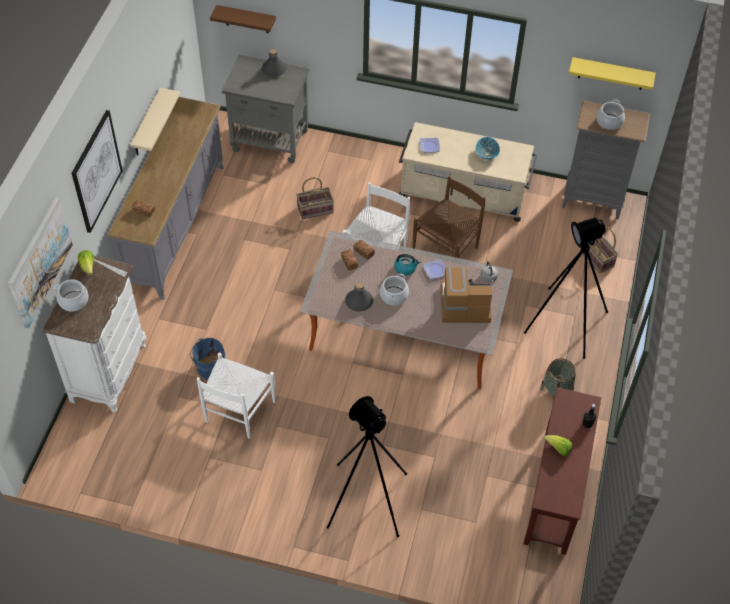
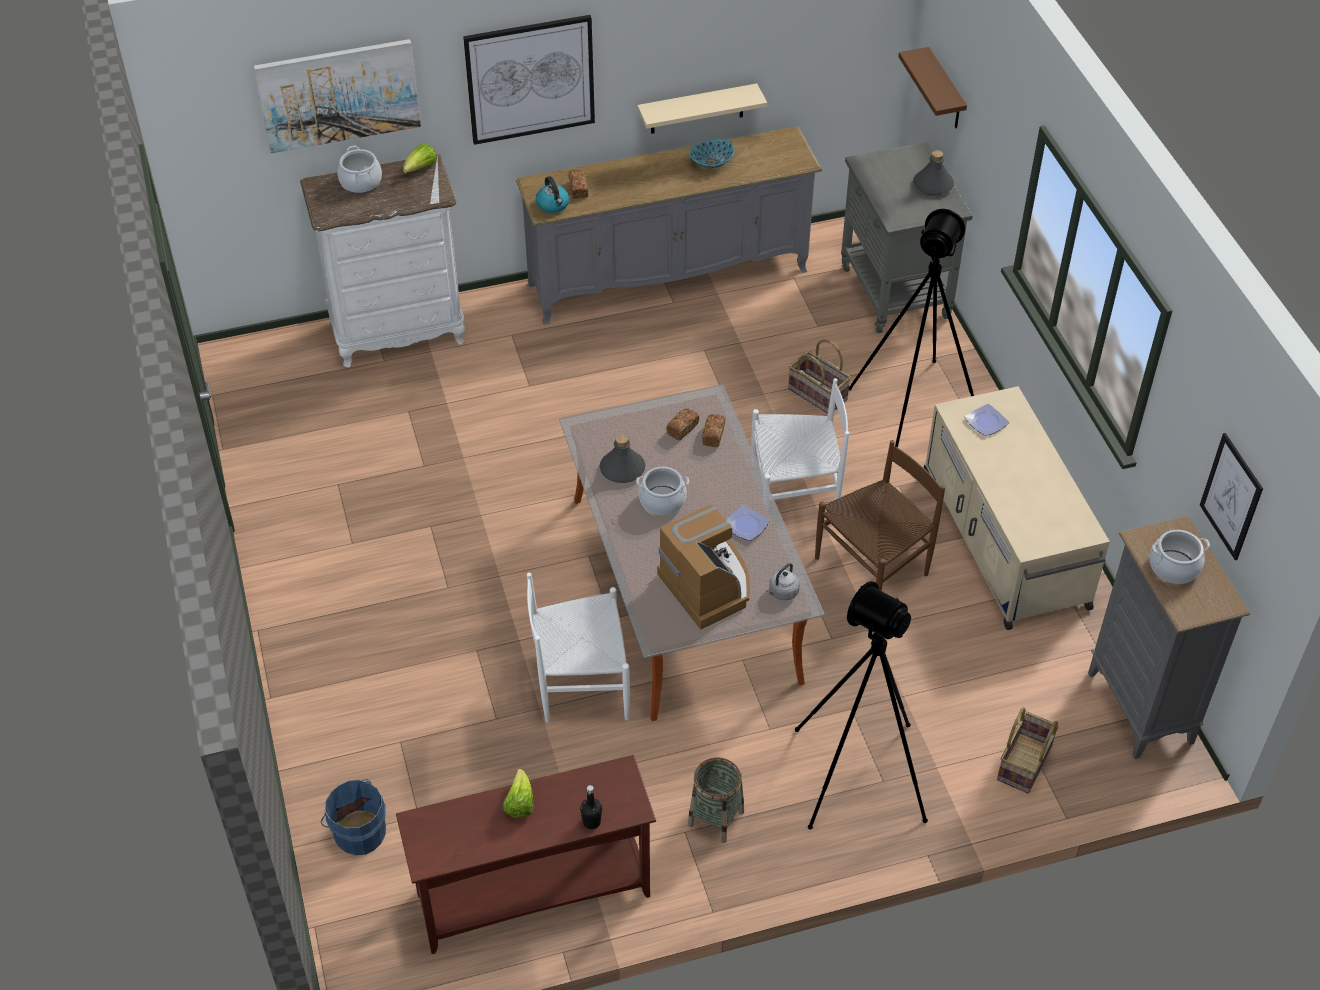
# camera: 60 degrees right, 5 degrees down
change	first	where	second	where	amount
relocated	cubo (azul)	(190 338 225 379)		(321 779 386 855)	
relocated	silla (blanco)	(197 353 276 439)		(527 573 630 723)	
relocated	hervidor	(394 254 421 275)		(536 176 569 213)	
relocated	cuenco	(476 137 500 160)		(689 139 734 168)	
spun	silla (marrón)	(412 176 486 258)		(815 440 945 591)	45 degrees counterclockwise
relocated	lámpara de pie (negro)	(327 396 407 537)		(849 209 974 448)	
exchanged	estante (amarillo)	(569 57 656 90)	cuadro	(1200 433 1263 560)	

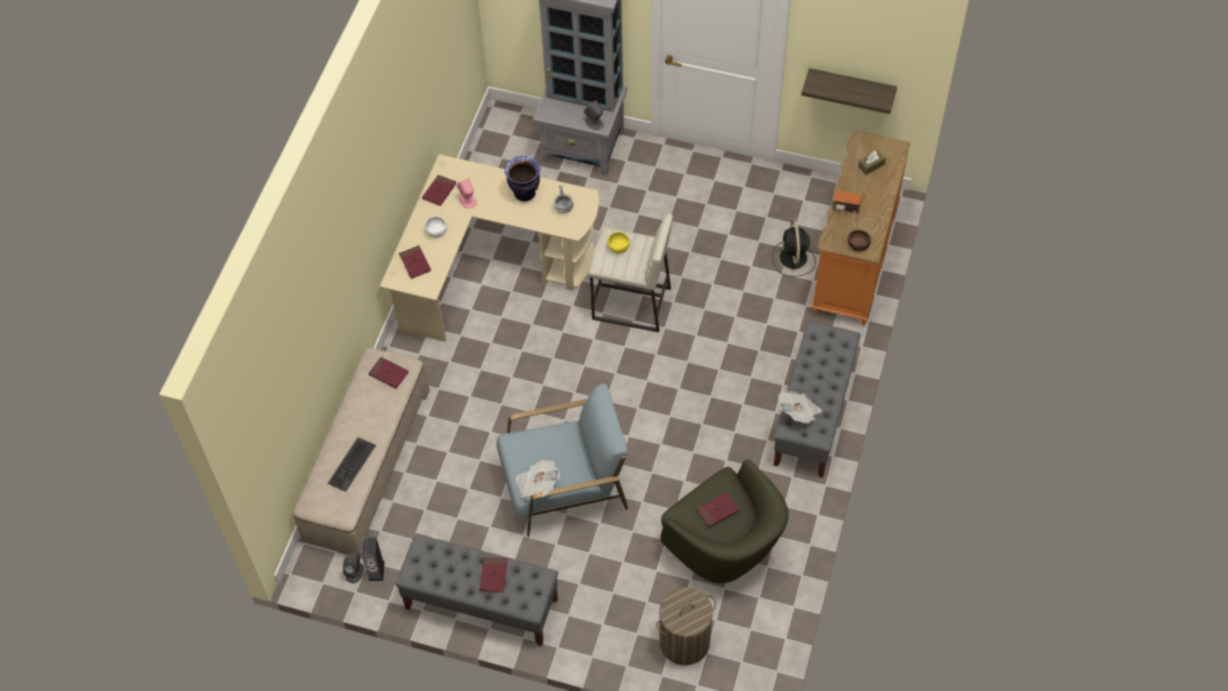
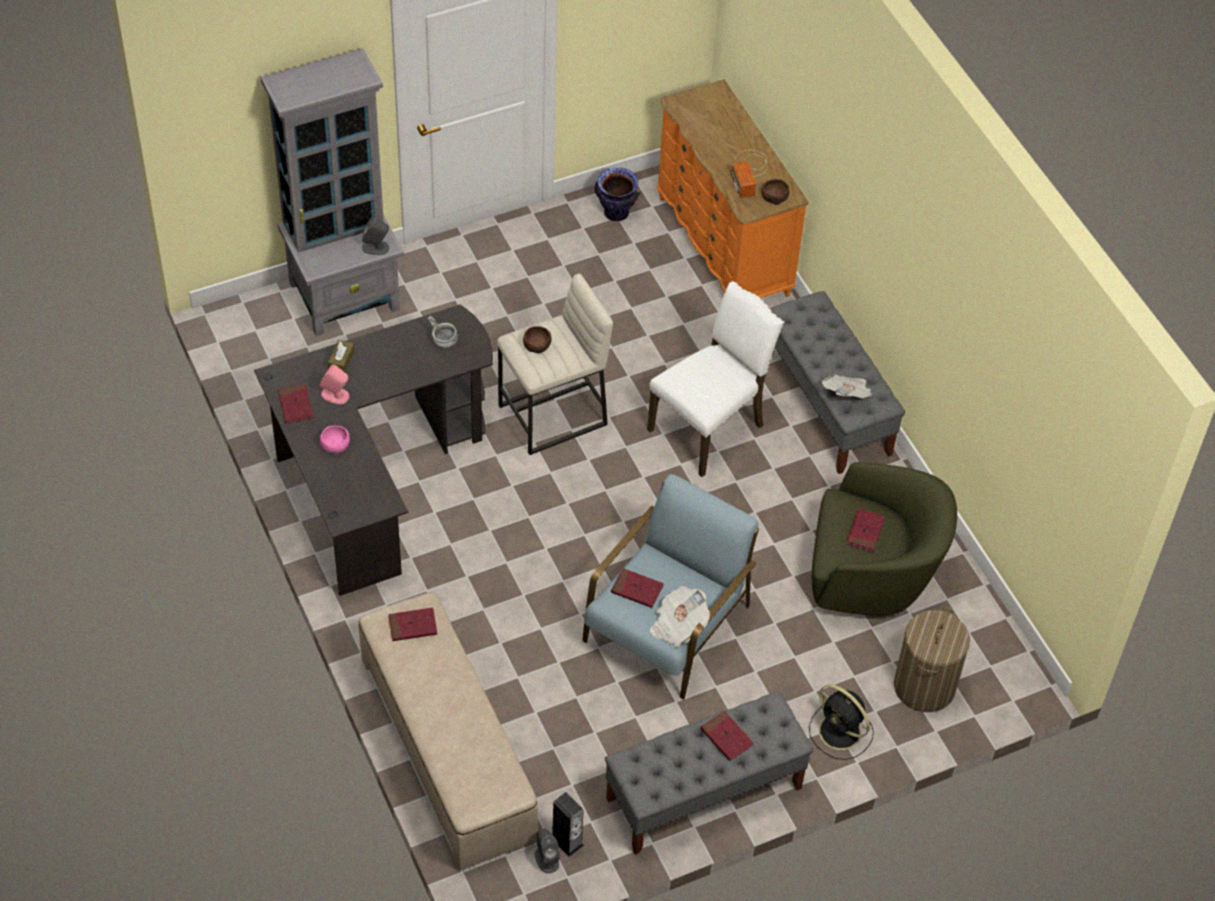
# camera: 45 degrees left, 5 degrees down
change	first	where	second	where	amount
colour	escritorio (beis)	(380 154 599 342)	escritorio (negro)	(254 305 493 596)	
colour	cuenco (blanco)	(425 216 447 238)	cuenco (rosa)	(320 426 350 454)	
relocated	caja de pañuelos (marrón)	(858 150 886 175)		(328 340 354 372)	
colour	cuenco (amarillo)	(607 232 630 253)	cuenco (marrón)	(523 326 552 353)	
relocated	florero	(505 156 540 202)		(595 168 640 221)	
relocated	libro (rojo)	(399 245 431 279)		(611 568 664 608)	
appeared			silla (blanco)	(647 281 784 477)	
spun	radio	(832 190 884 234)		(730 150 767 198)	75 degrees counterclockwise
relocated	ventilador (negro)	(772 219 816 277)		(809 684 874 760)	
missing	teclado	(328 437 376 492)			
missing	estante	(801 68 897 114)			

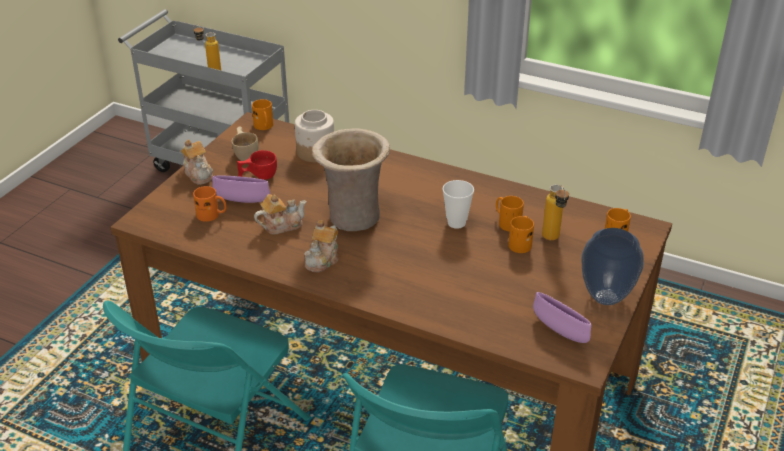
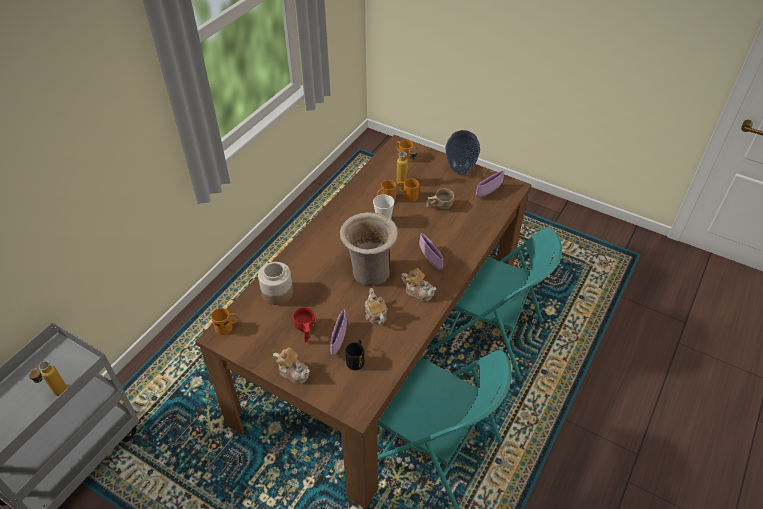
# camera: 85 degrees left, 10 degrees up
change	first	where	second	where	amount
spun	tetera	(181 139 213 185)		(273 348 310 384)	60 degrees clockwise
colour	taza grande (naranja)	(193 186 227 222)	taza grande (negro)	(345 340 365 370)	
appeared			cuenco (morado)	(419 233 443 270)	
relocated	taza (beis)	(231 126 259 161)		(426 189 454 209)	

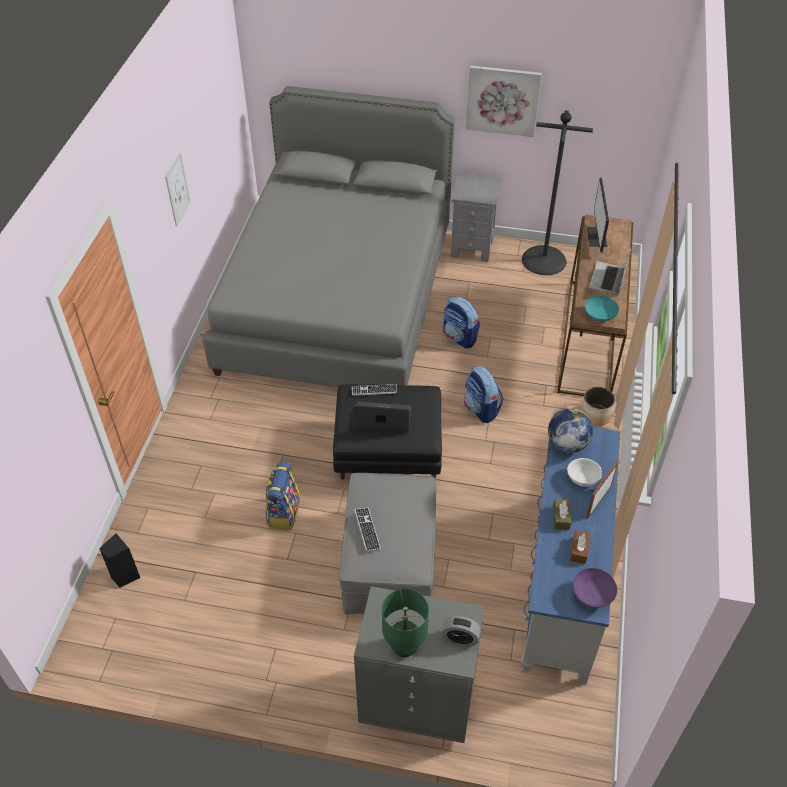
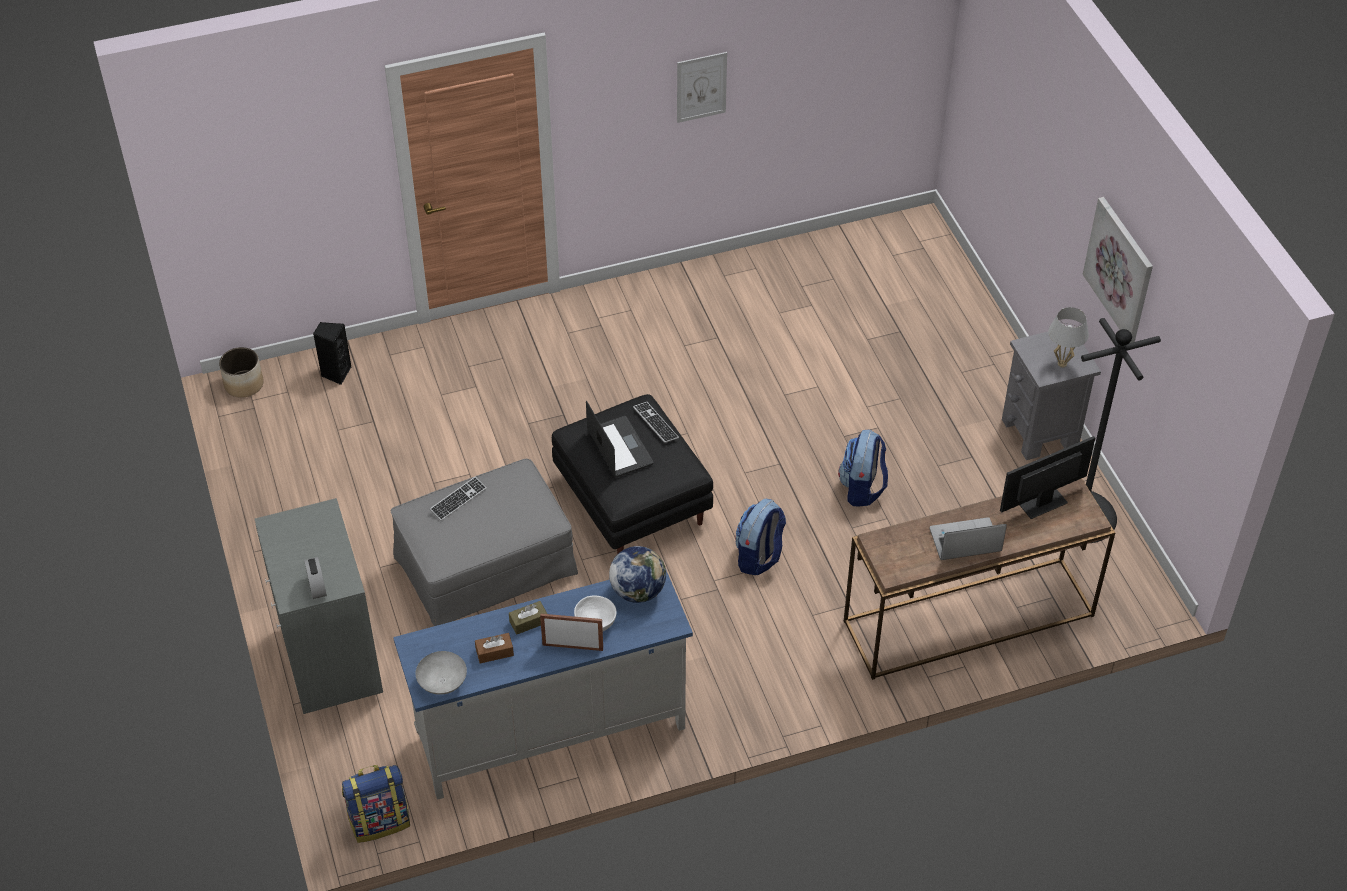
# camera: 60 degrees right, 0 degrees up
change	first	where	second	where	amount
relocated	maceta	(580 387 615 426)		(219 347 264 398)	
relocated	mochila	(266 462 300 531)		(342 765 410 843)	
colour	cuenco (morado)	(573 568 617 608)	cuenco (gris)	(415 651 467 695)	
appeared			lámpara de mesa (blanco)	(1048 307 1089 368)	
missing	cama (gris)	(202 86 455 387)			
missing	lámpara de mesa (verde)	(382 589 429 657)			
missing	cuenco (turquesa)	(585 296 619 322)			

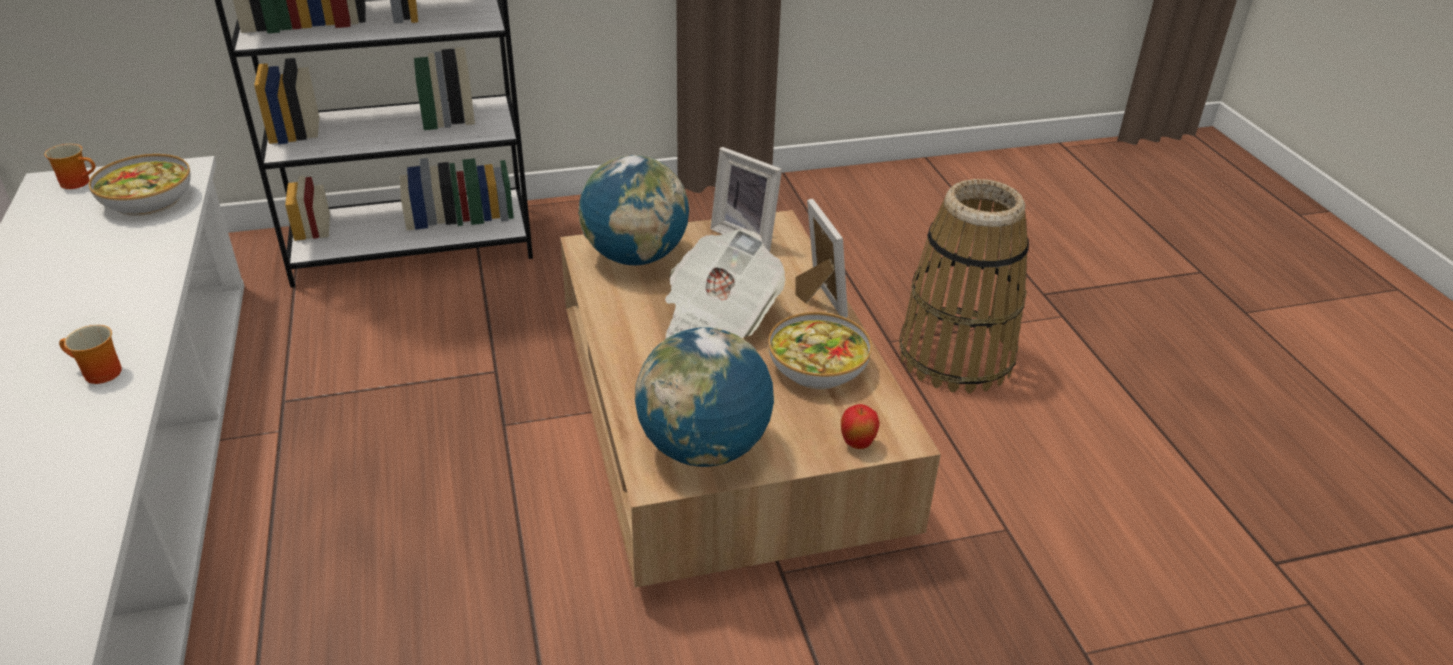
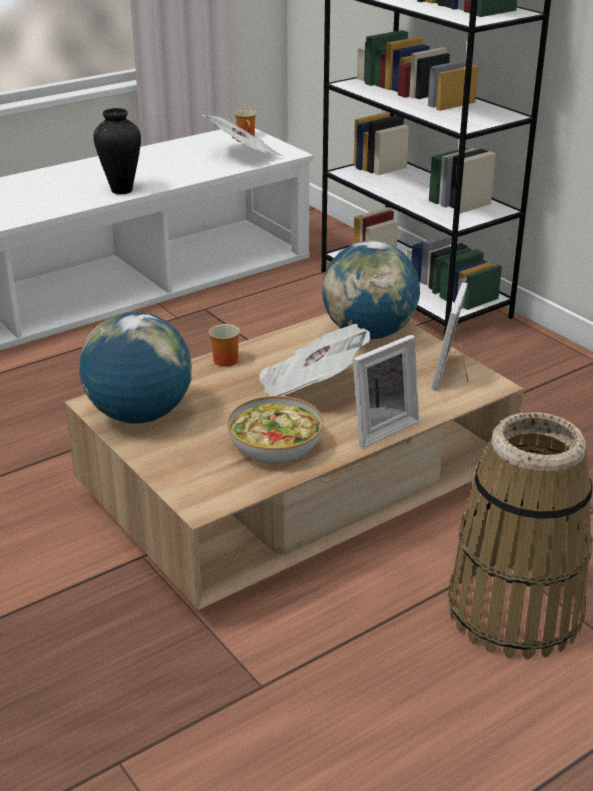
# camera: 70 degrees right, 5 degrees down
change	first	where	second	where	amount
appeared			florero	(93 108 141 194)	
exchanged	cuenco	(89 154 191 216)	periódico	(202 115 283 156)	
relocated	taza grande	(59 325 122 384)		(209 324 240 367)	
missing	manzana	(841 404 880 449)			

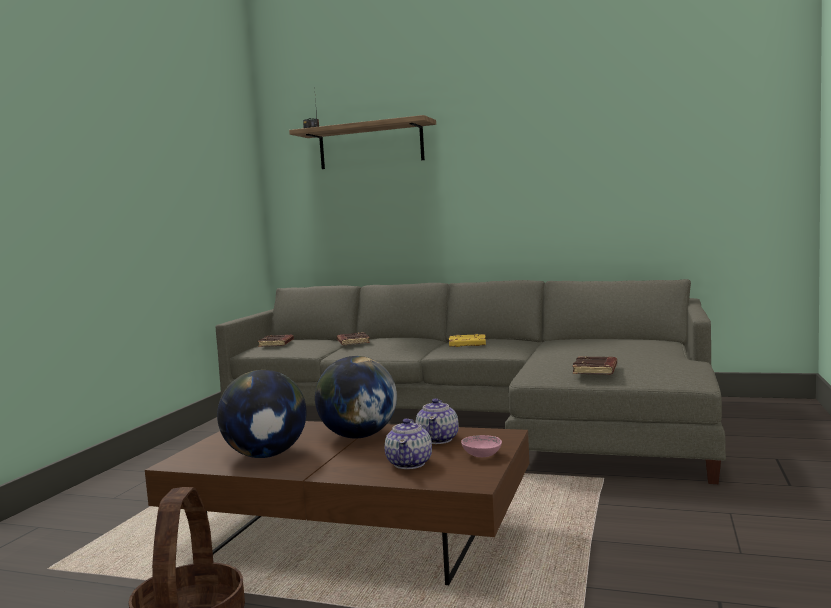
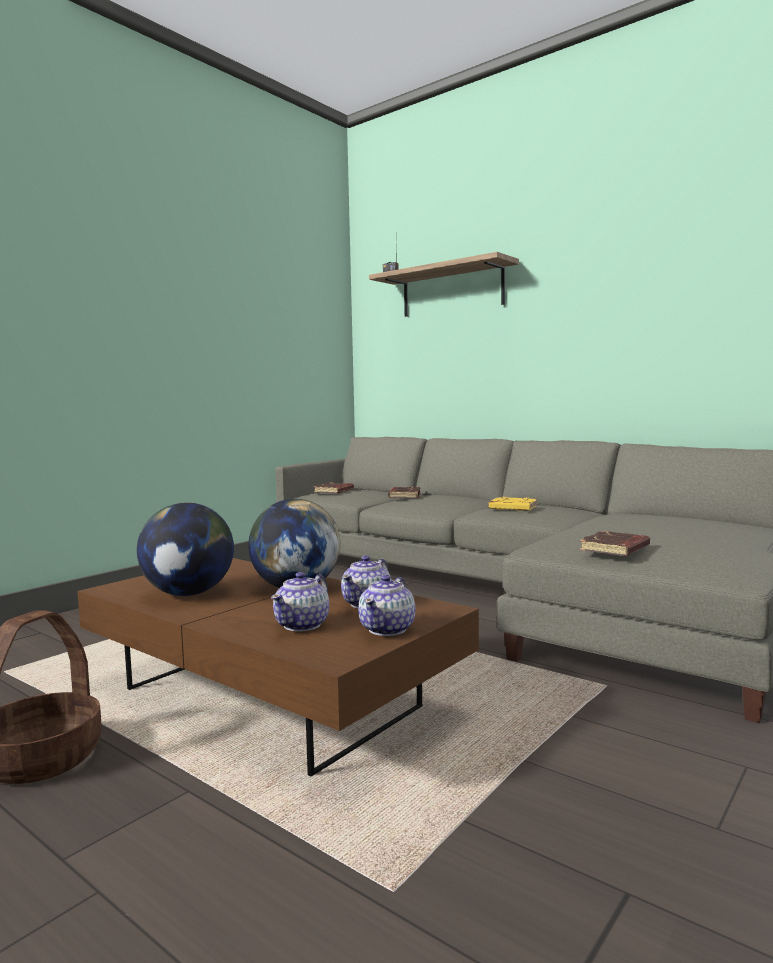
# camera: 20 degrees right, 0 degrees up
change	first	where	second	where	amount
exchanged	cuenco (rosa)	(461 435 502 457)	tetera	(358 575 415 636)	

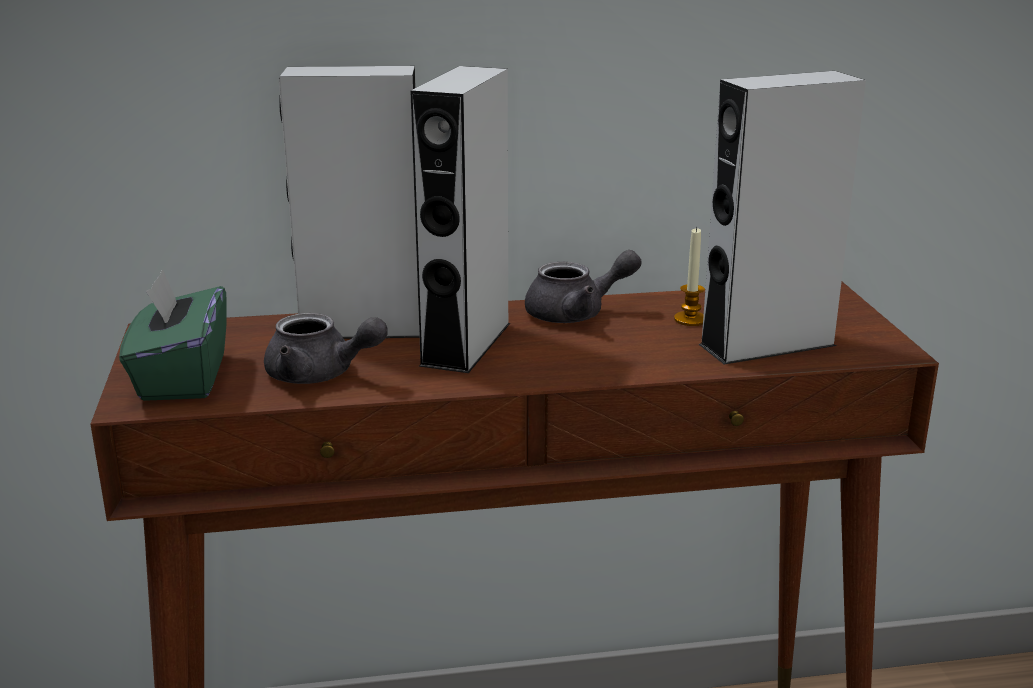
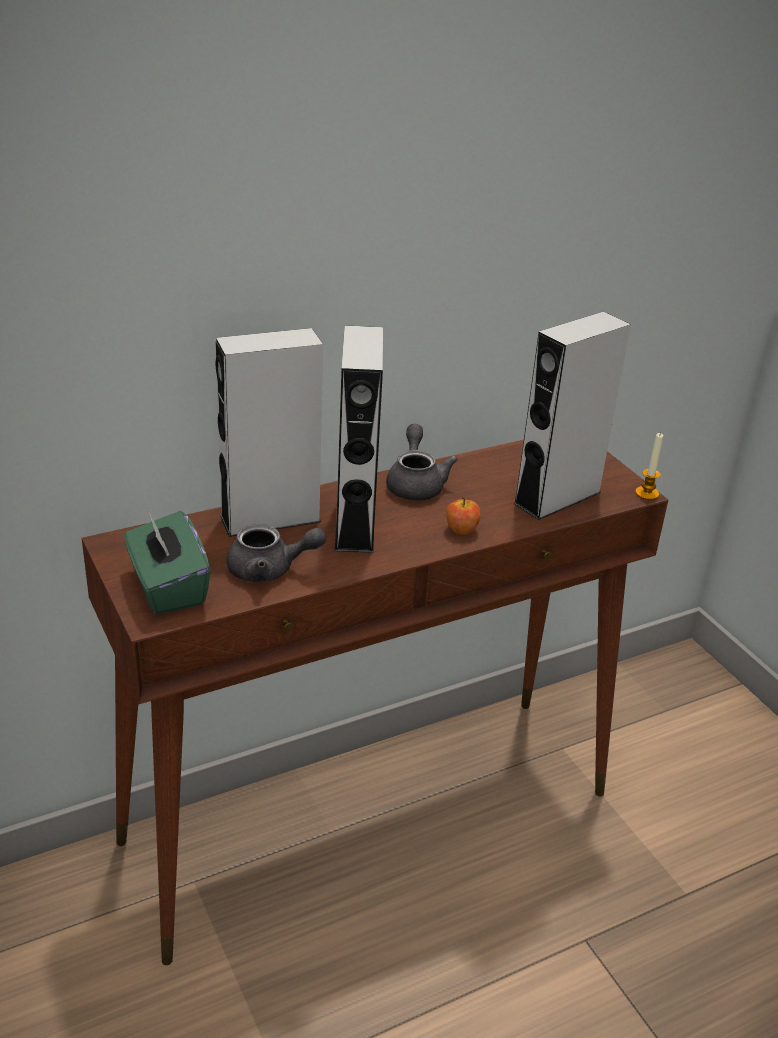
# camera: 20 degrees left, 10 degrees up
change	first	where	second	where	amount
spun	tetera (gris)	(525 250 642 323)		(386 424 458 501)	60 degrees counterclockwise
appeared			manzana	(446 496 481 535)	
relocated	vela	(674 227 705 326)		(635 432 663 500)	

